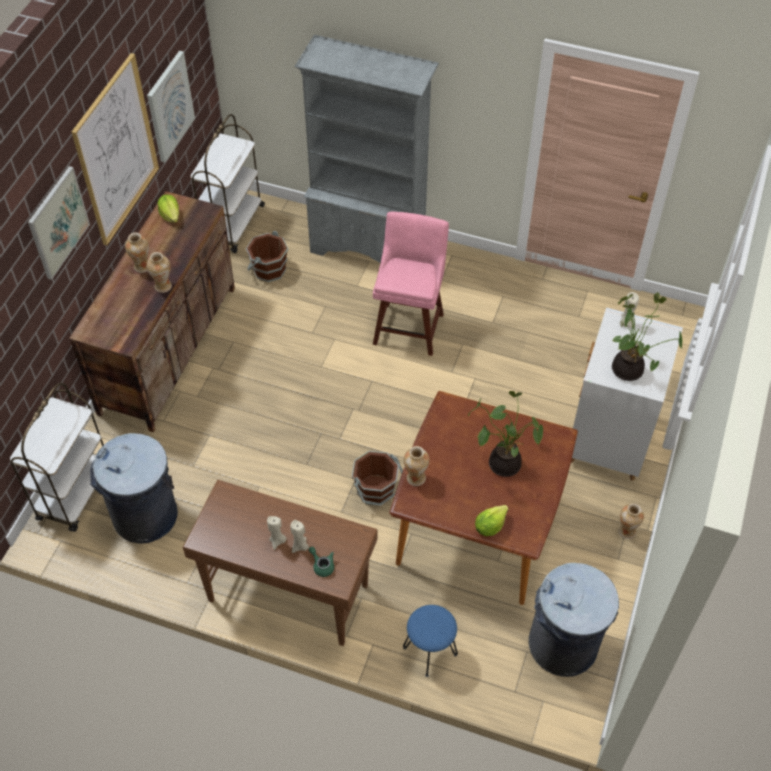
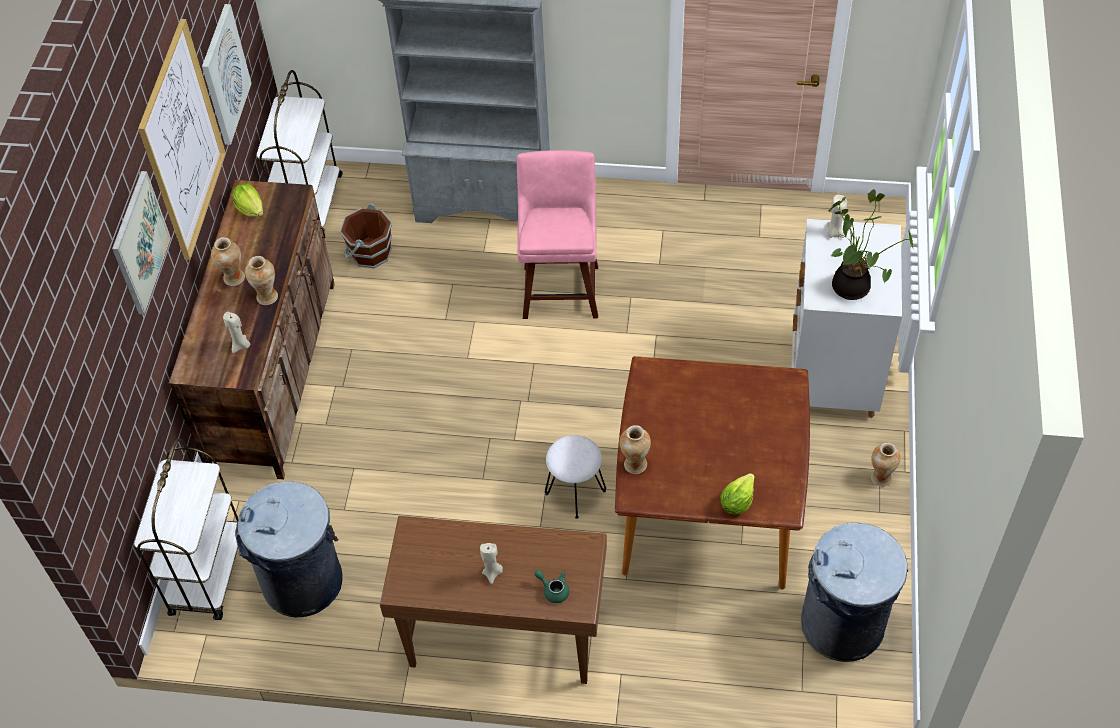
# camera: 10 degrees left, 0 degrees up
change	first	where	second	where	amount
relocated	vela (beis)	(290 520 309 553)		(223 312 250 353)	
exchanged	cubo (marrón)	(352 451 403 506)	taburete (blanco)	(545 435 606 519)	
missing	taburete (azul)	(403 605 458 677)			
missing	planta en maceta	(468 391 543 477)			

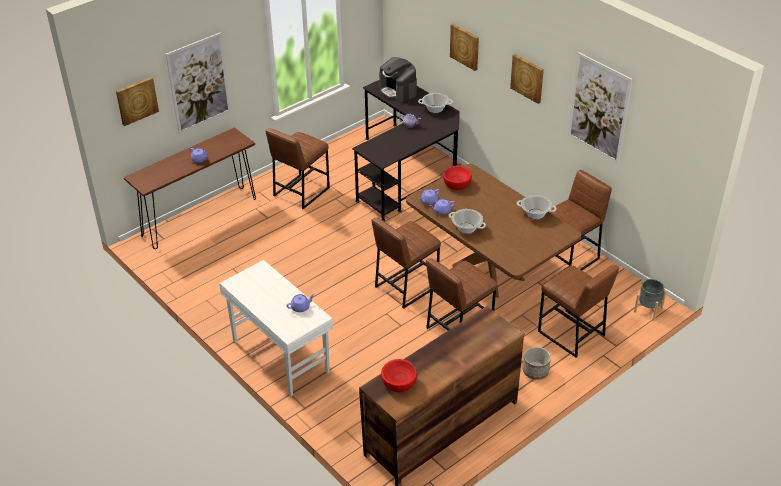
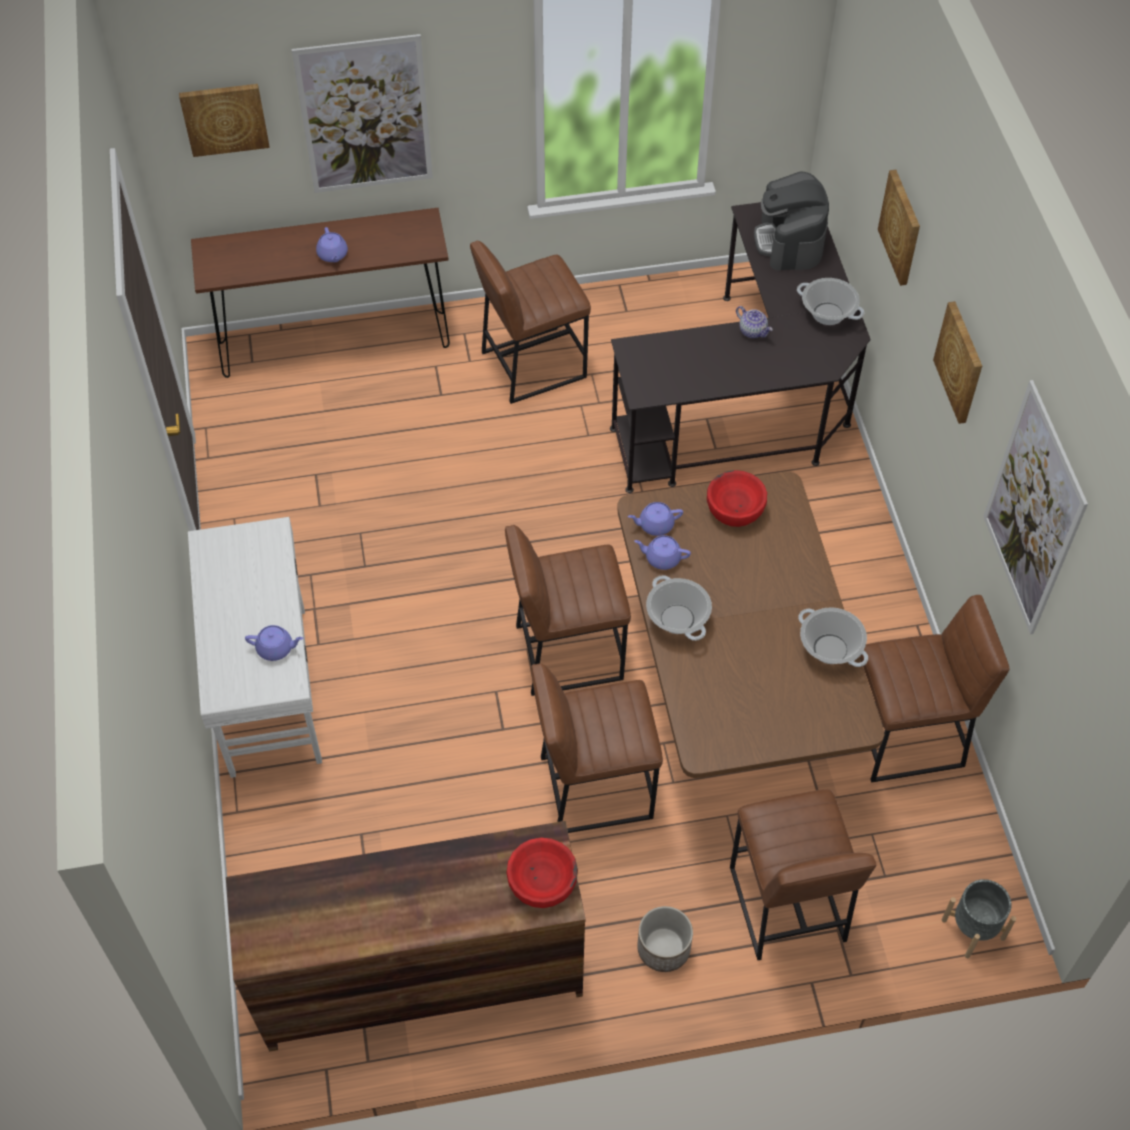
# camera: 30 degrees right, 15 degrees up
change	first	where	second	where	amount
relocated	cuenco (rojo)	(381 359 418 392)		(507 838 578 908)	

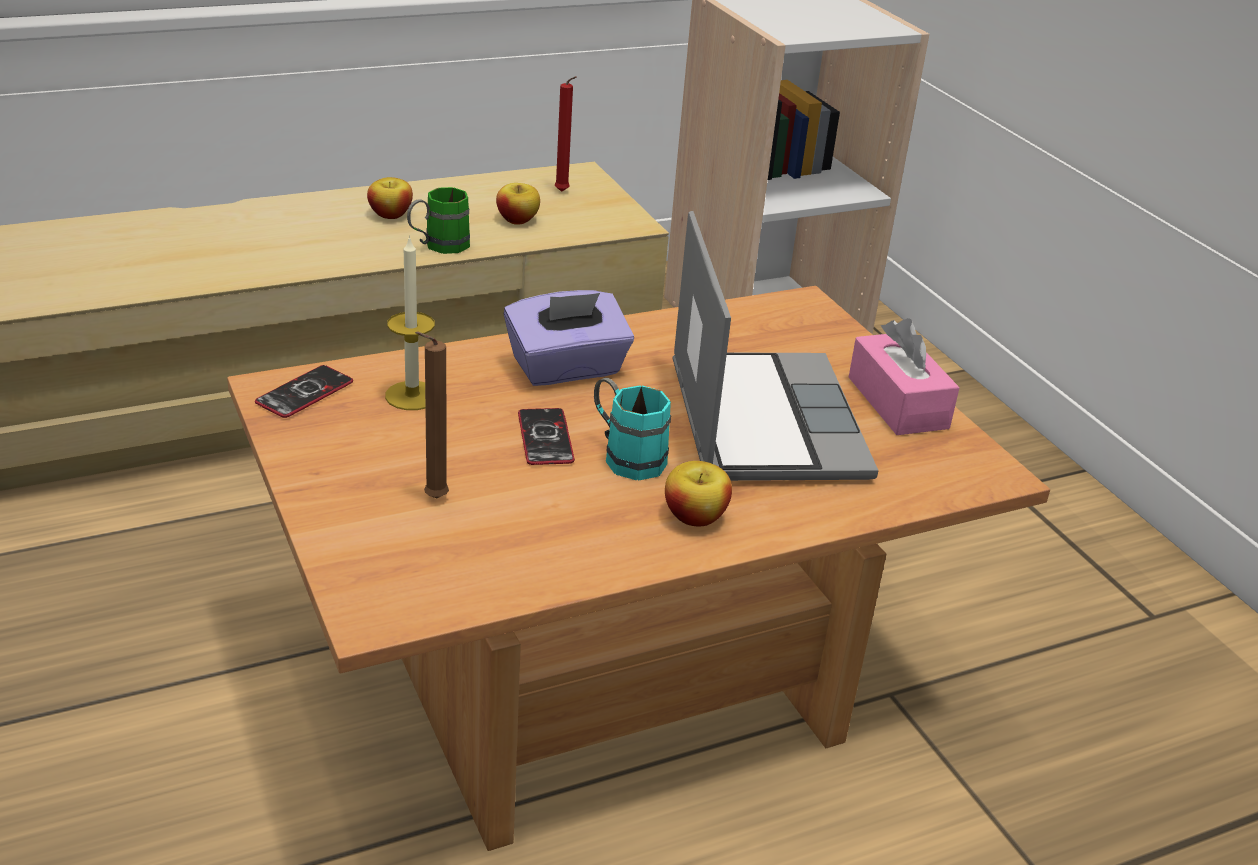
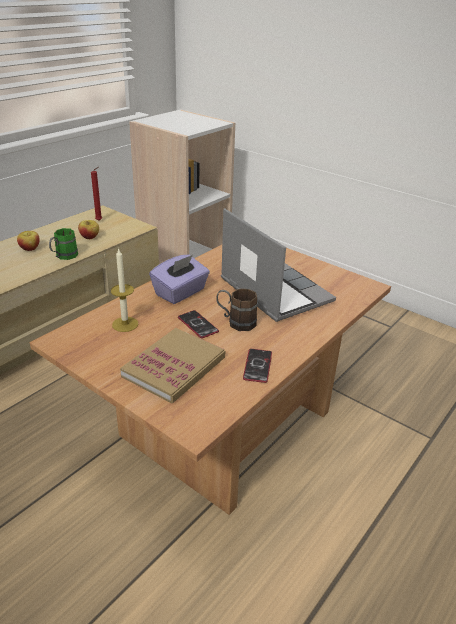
# camera: 25 degrees left, 0 degrees up
change	first	where	second	where	amount
exchanged	vela (marrón)	(415 332 449 499)	libro	(120 328 225 403)	
colour	taza grande (turquesa)	(594 378 671 481)	taza grande (marrón)	(216 289 258 331)	
relocated	móvil	(255 365 353 418)		(243 349 272 383)	
missing	manzana	(665 461 732 526)			
missing	caja de pañuelos (rosa)	(849 318 960 435)			

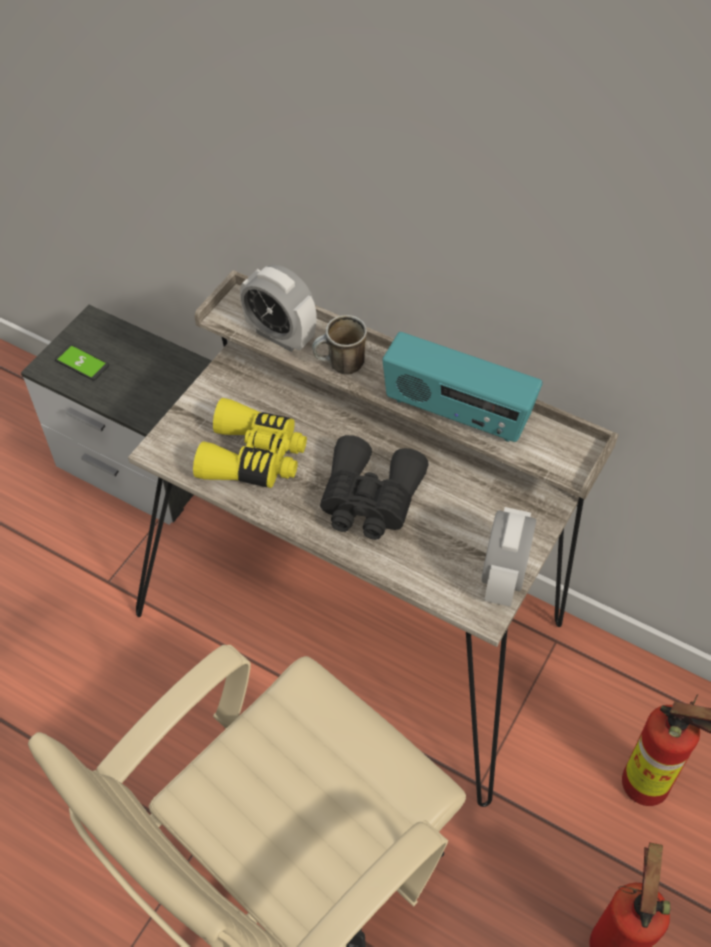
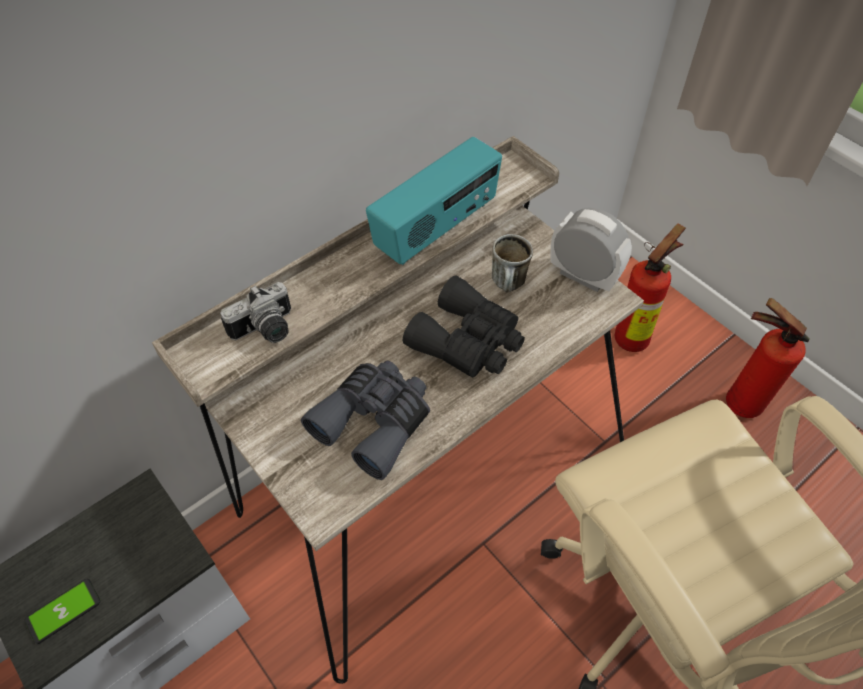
# camera: 70 degrees left, 0 degrees up
change	first	where	second	where	amount
exchanged	despertador	(240 265 316 352)	cámara	(220 282 291 343)	
colour	prismáticos (amarillo)	(193 398 307 488)	prismáticos (gris)	(301 361 430 480)	
relocated	taza grande	(312 315 367 374)		(492 234 533 292)	

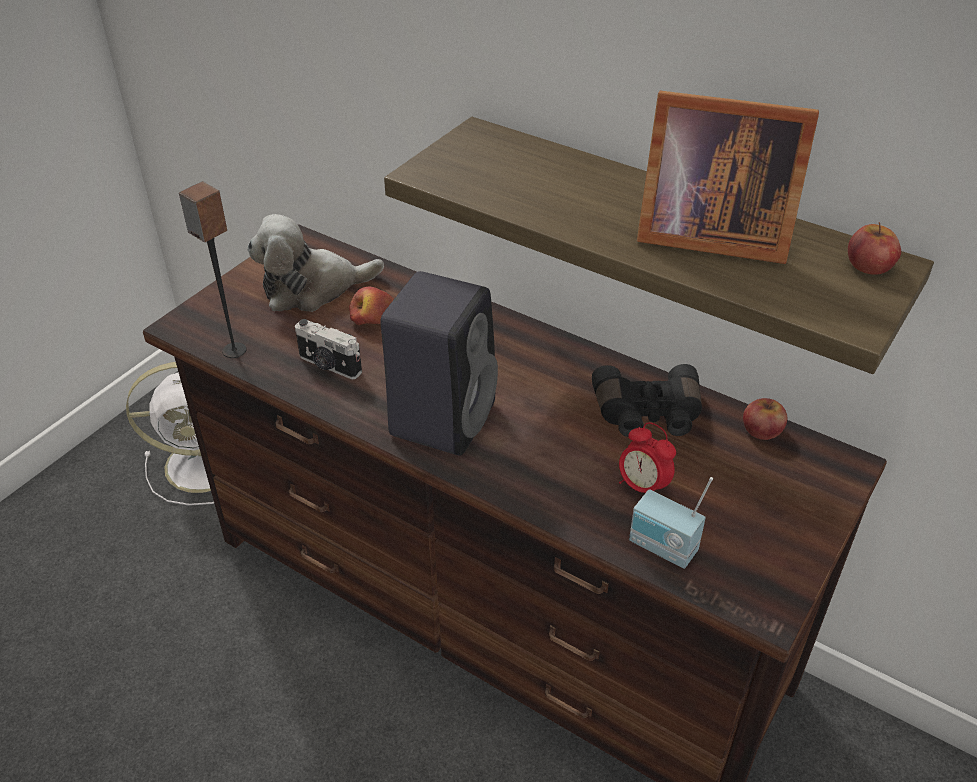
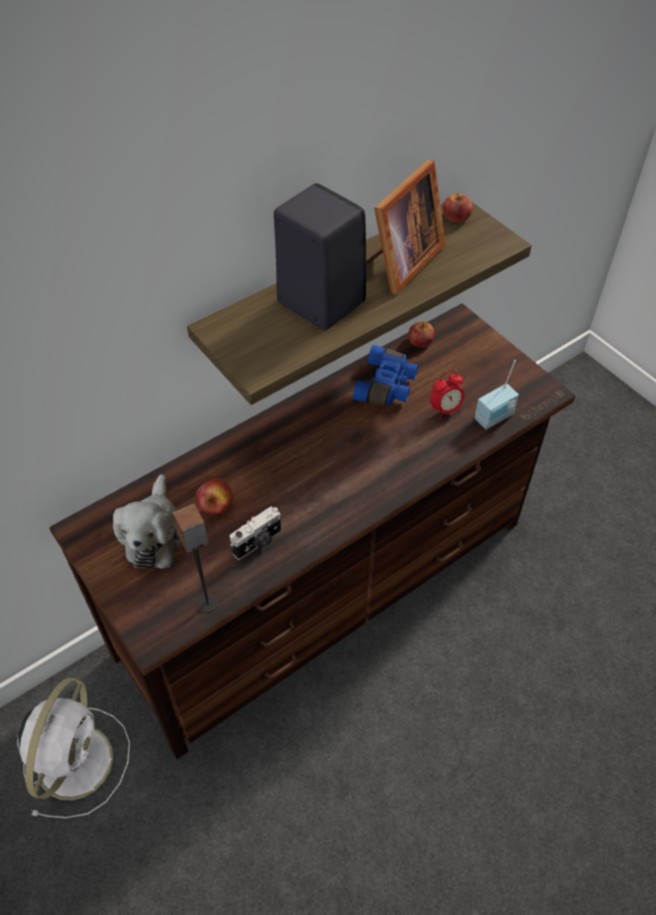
# camera: 70 degrees left, 10 degrees up
change	first	where	second	where	amount
relocated	altavoz (negro)	(380 271 498 455)		(274 183 368 331)	
colour	prismáticos (negro)	(592 364 702 437)	prismáticos (azul)	(353 345 418 406)	

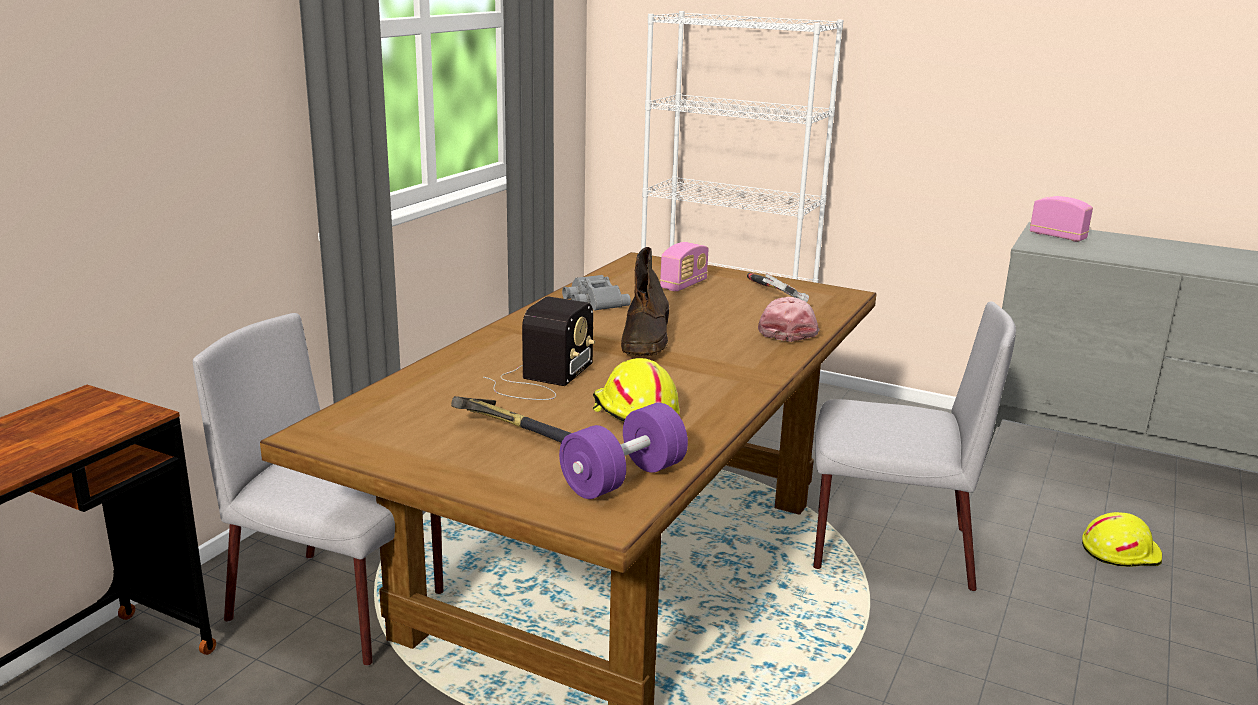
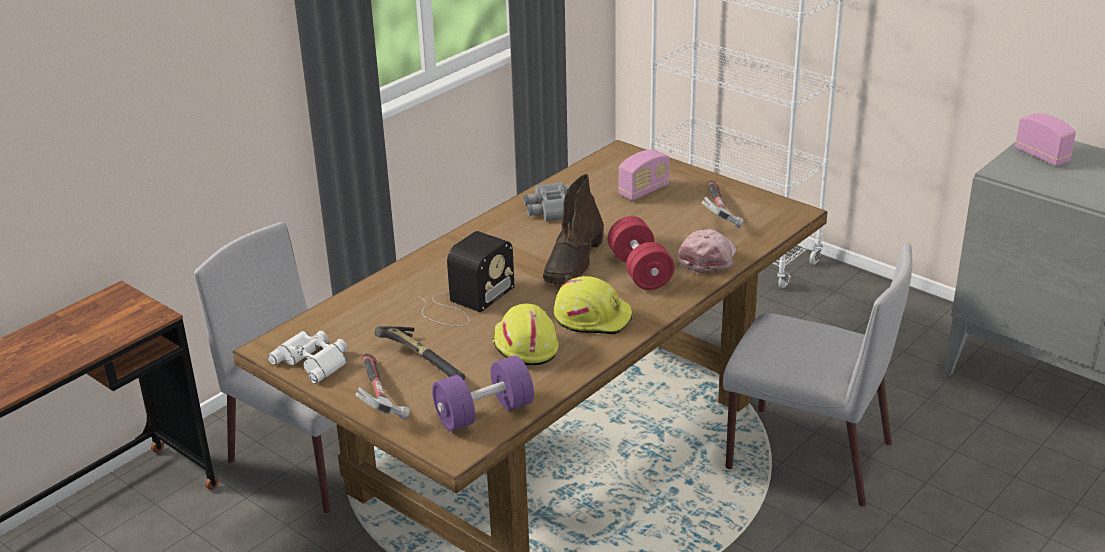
# camera: 15 degrees right, 10 degrees up
change	first	where	second	where	amount
appeared			prismáticos (blanco)	(268 331 348 384)	
appeared			martillo	(355 354 410 420)	
relocated	casco (amarillo)	(1082 512 1162 567)		(554 276 633 335)	
appeared			mancuerna (rojo)	(607 216 675 290)	

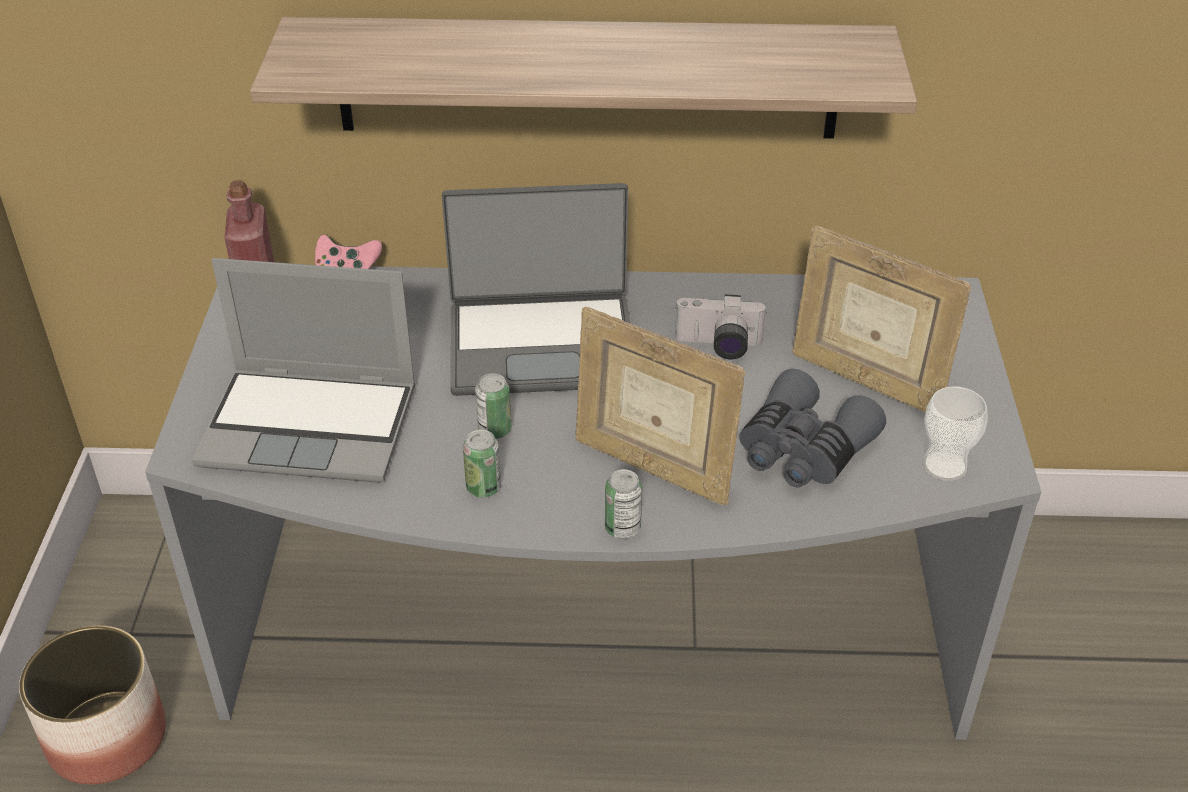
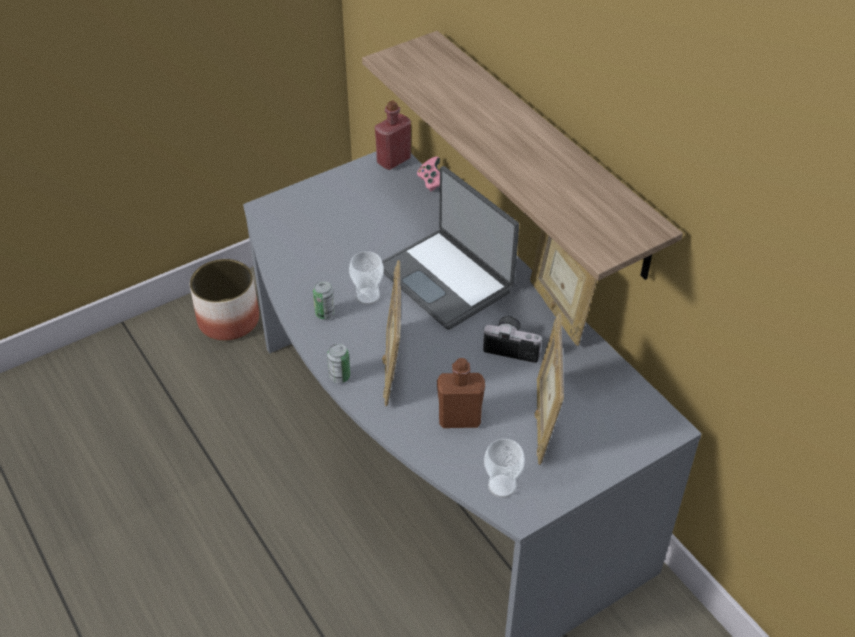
# camera: 55 degrees right, 5 degrees up
change	first	where	second	where	amount
exchanged	lata	(475 373 512 439)	taza	(349 251 384 305)	
exchanged	prismáticos (gris)	(739 368 886 487)	botella (marrón)	(437 358 485 428)	
spun	cámara	(675 294 767 360)		(483 316 542 363)	135 degrees clockwise
appeared			portarretratos	(530 229 597 346)	
missing	portátil	(192 258 415 483)			

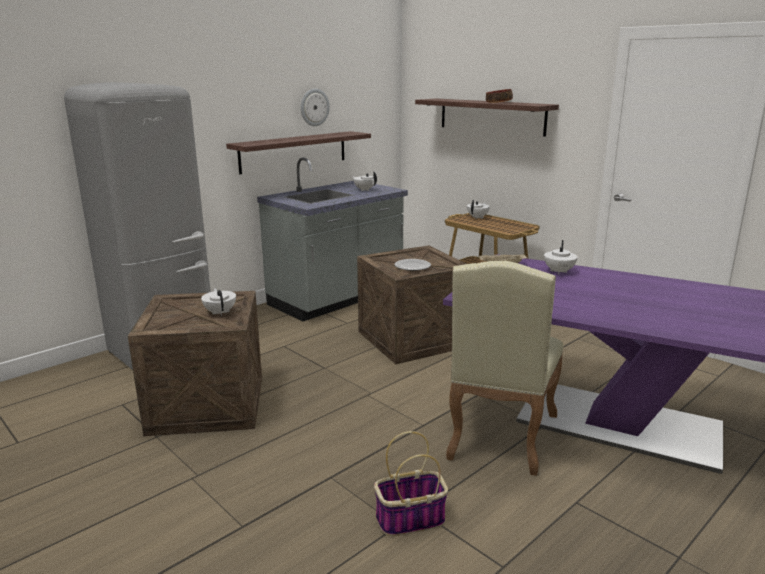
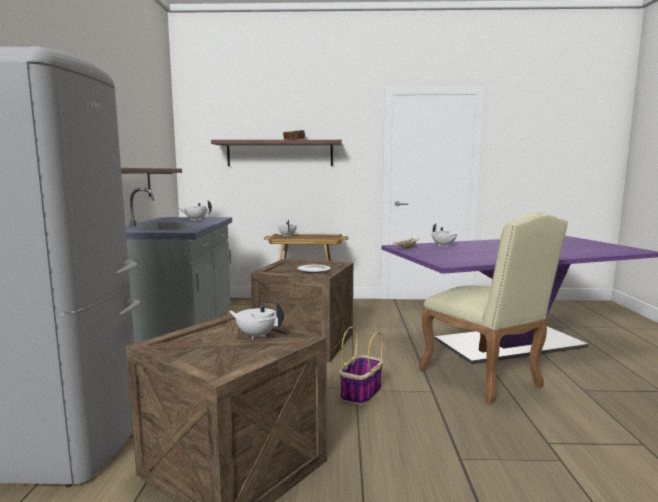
# camera: 45 degrees left, 10 degrees down
change	first	where	second	where	amount
relocated	cesta	(374 431 448 536)		(340 327 383 405)	
missing	reloj de pared	(300 88 330 126)			

